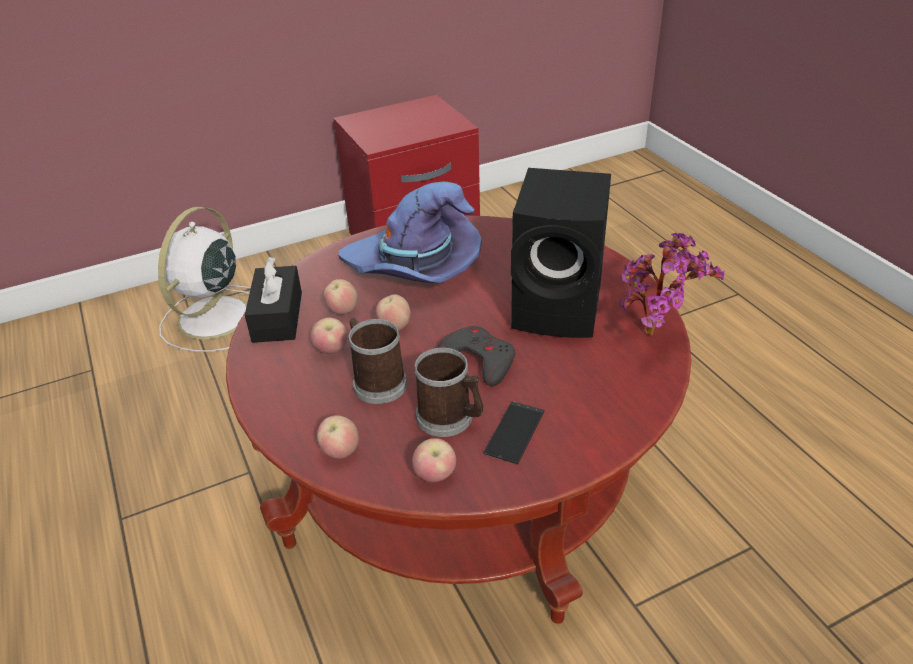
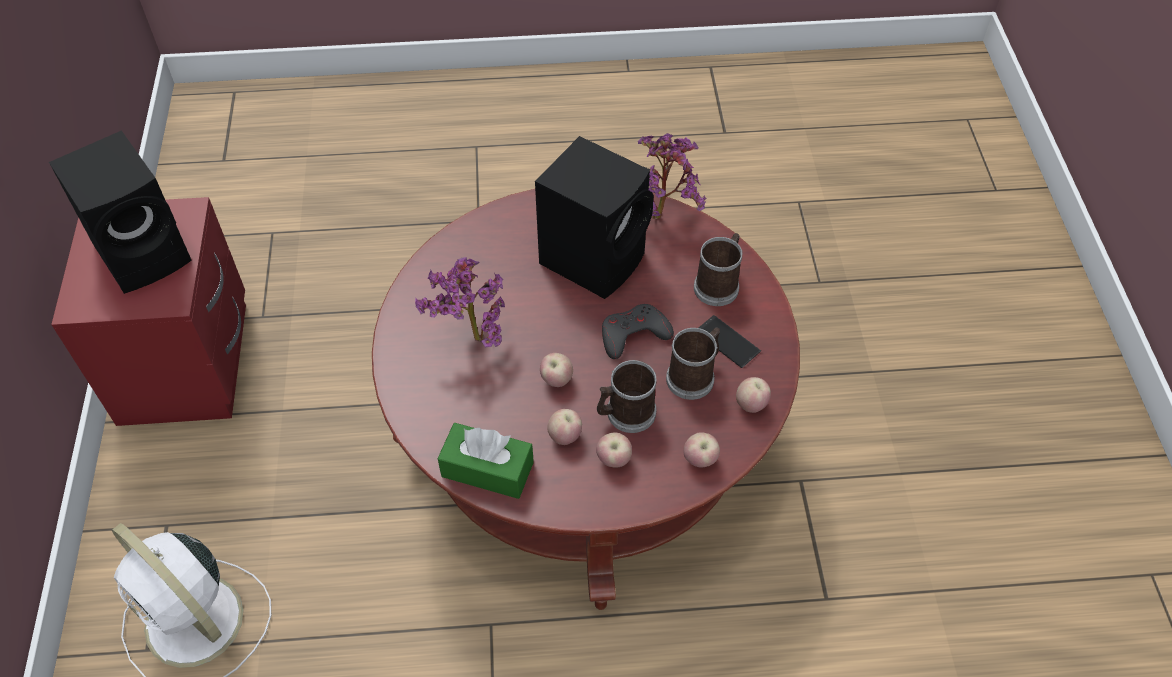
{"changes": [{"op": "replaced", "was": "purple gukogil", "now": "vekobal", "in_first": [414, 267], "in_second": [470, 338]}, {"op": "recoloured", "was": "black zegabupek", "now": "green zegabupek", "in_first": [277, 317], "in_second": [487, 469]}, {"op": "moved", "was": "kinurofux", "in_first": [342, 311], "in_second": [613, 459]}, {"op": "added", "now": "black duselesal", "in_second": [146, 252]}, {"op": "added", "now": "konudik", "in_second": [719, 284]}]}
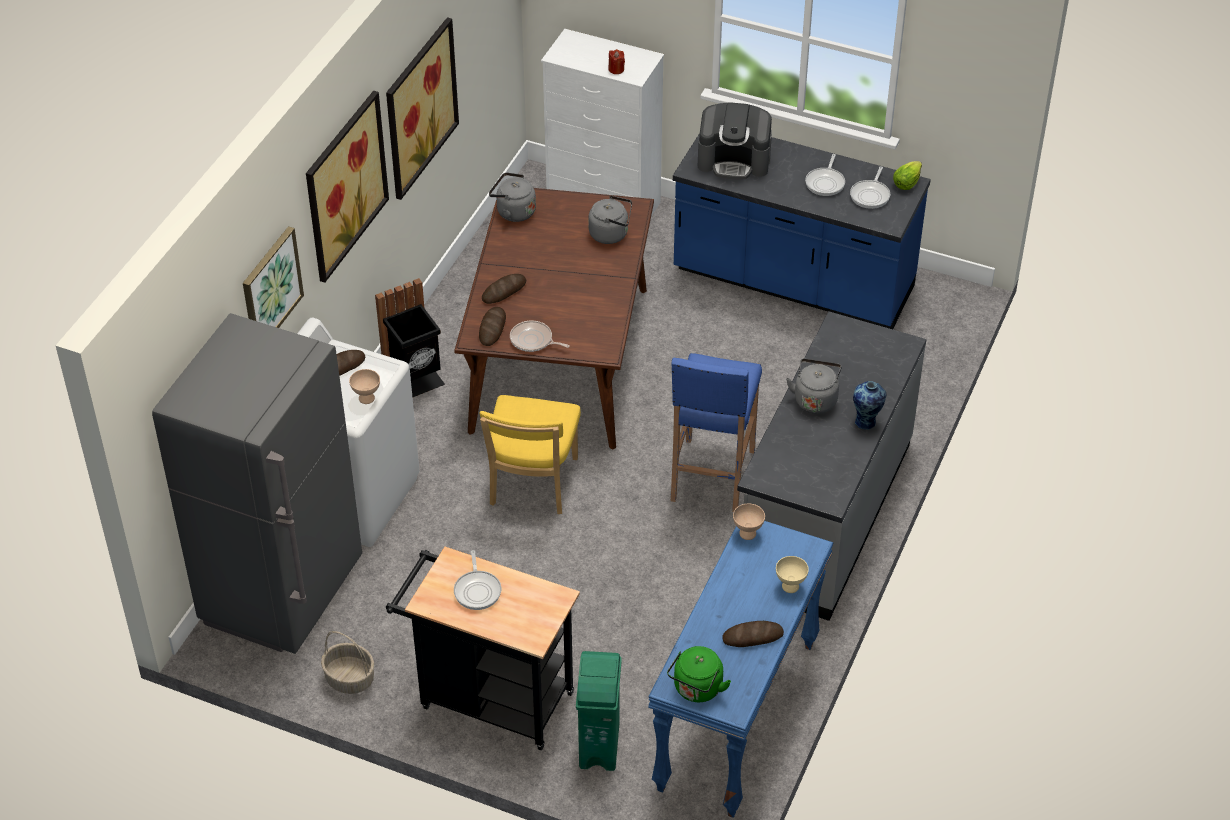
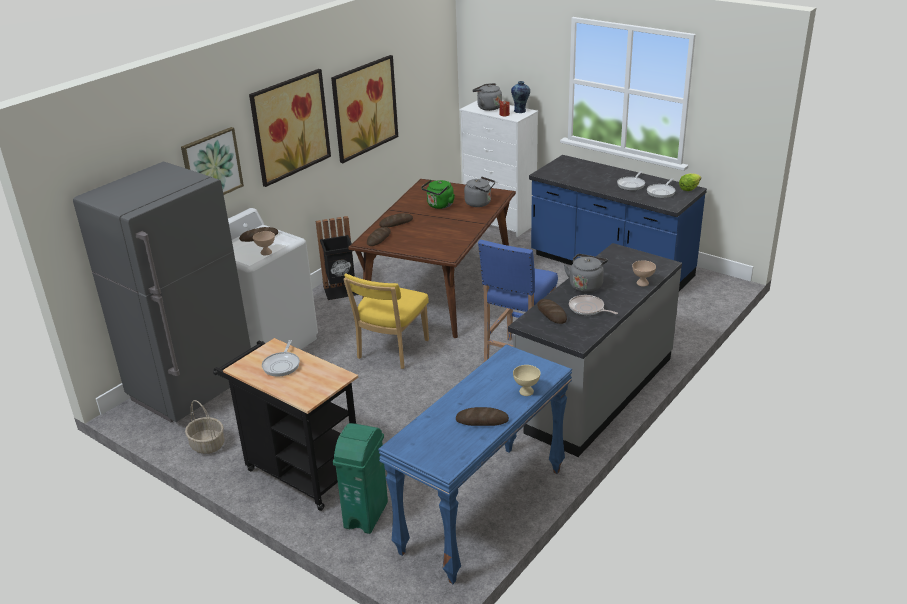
{"changes": [{"op": "removed", "was": "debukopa", "in_first": [734, 160]}, {"op": "moved", "was": "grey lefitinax", "in_first": [513, 212], "in_second": [487, 107]}, {"op": "moved", "was": "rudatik", "in_first": [533, 340], "in_second": [588, 309]}, {"op": "moved", "was": "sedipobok", "in_first": [866, 422], "in_second": [520, 111]}, {"op": "moved", "was": "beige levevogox", "in_first": [747, 533], "in_second": [642, 283]}, {"op": "moved", "was": "green lefitinax", "in_first": [697, 690], "in_second": [439, 205]}, {"op": "added", "now": "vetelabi", "in_second": [551, 313]}]}
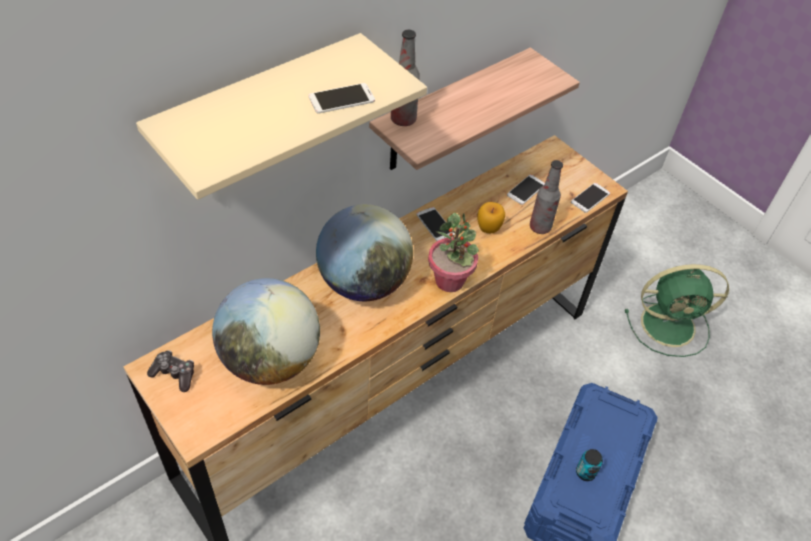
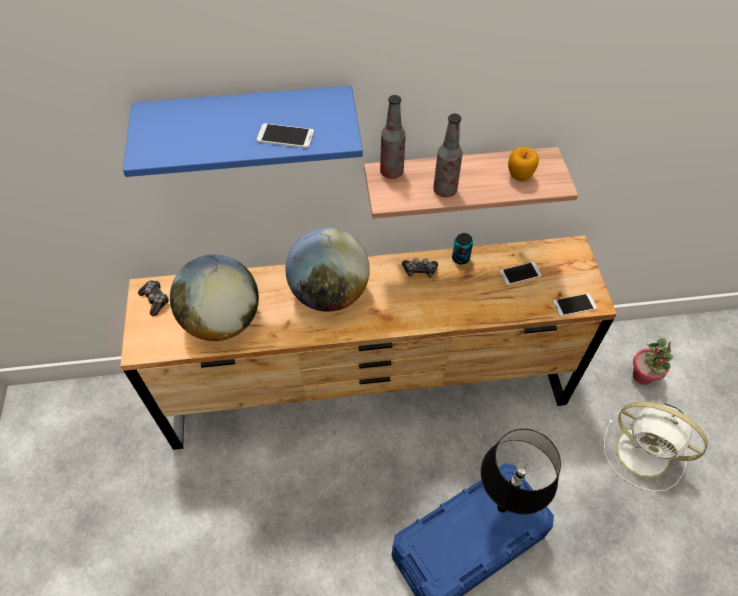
{"changes": [{"op": "recoloured", "was": "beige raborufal", "now": "blue raborufal", "in_first": [260, 112], "in_second": [248, 125]}, {"op": "moved", "was": "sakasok", "in_first": [540, 227], "in_second": [445, 190]}, {"op": "moved", "was": "kinurofux", "in_first": [488, 229], "in_second": [519, 177]}, {"op": "replaced", "was": "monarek", "now": "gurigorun", "in_first": [435, 224], "in_second": [419, 271]}, {"op": "moved", "was": "vekobal", "in_first": [450, 281], "in_second": [642, 376]}, {"op": "recoloured", "was": "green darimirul", "now": "white darimirul", "in_first": [670, 325], "in_second": [645, 453]}, {"op": "moved", "was": "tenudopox", "in_first": [585, 472], "in_second": [460, 258]}, {"op": "added", "now": "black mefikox", "in_second": [502, 508]}]}
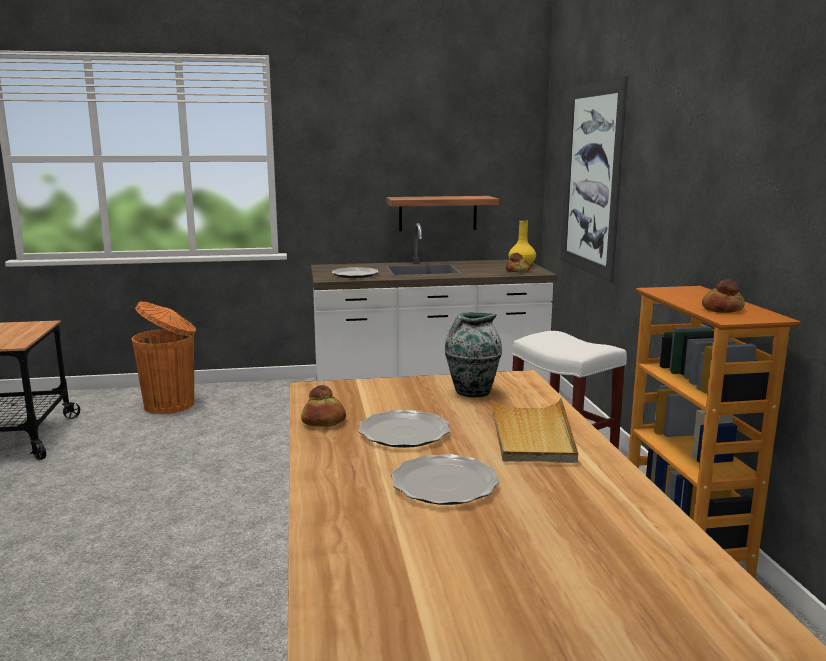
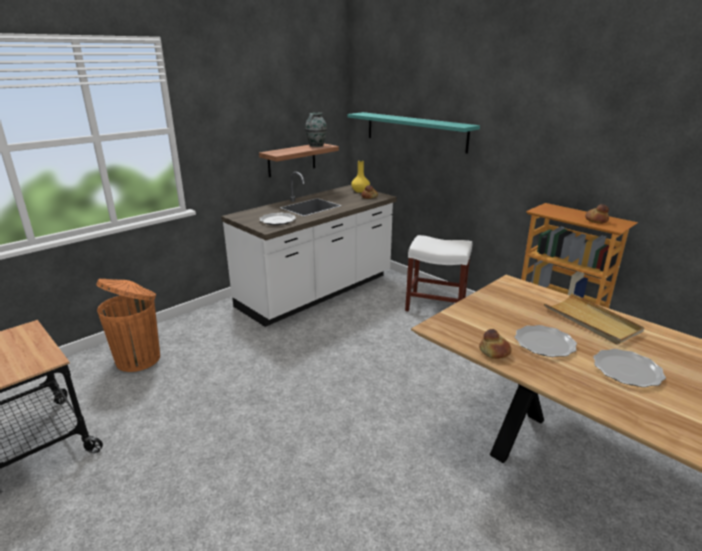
{"changes": [{"op": "replaced", "was": "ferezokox", "now": "turquoise raborufal", "in_first": [591, 179], "in_second": [415, 131]}, {"op": "moved", "was": "sedipobok", "in_first": [471, 392], "in_second": [316, 145]}]}
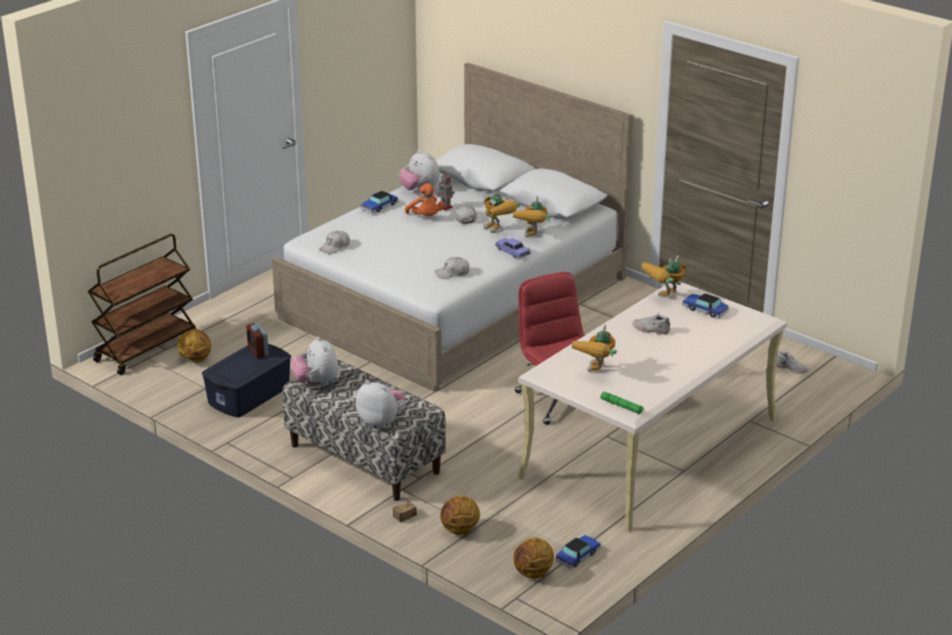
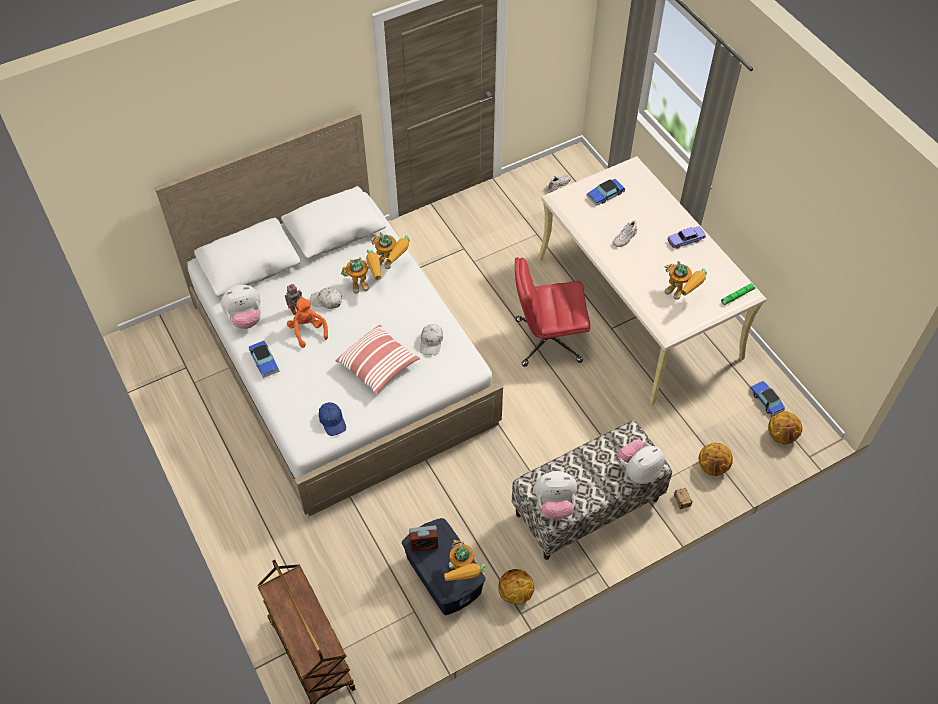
{"changes": [{"op": "turned", "was": "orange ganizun", "in_first": [425, 217], "in_second": [308, 330], "clockwise": -105}, {"op": "recoloured", "was": "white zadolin", "now": "blue zadolin", "in_first": [335, 247], "in_second": [332, 421]}, {"op": "moved", "was": "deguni", "in_first": [512, 252], "in_second": [685, 240]}, {"op": "moved", "was": "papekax", "in_first": [664, 298], "in_second": [462, 575]}, {"op": "moved", "was": "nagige", "in_first": [195, 359], "in_second": [515, 593]}, {"op": "added", "now": "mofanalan", "in_second": [379, 366]}]}
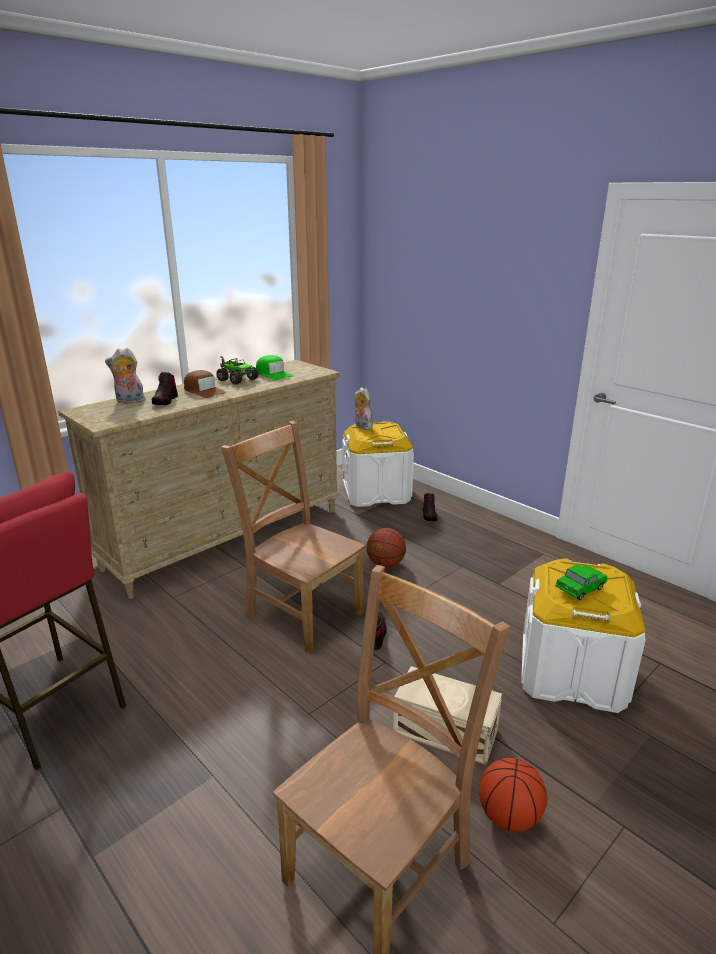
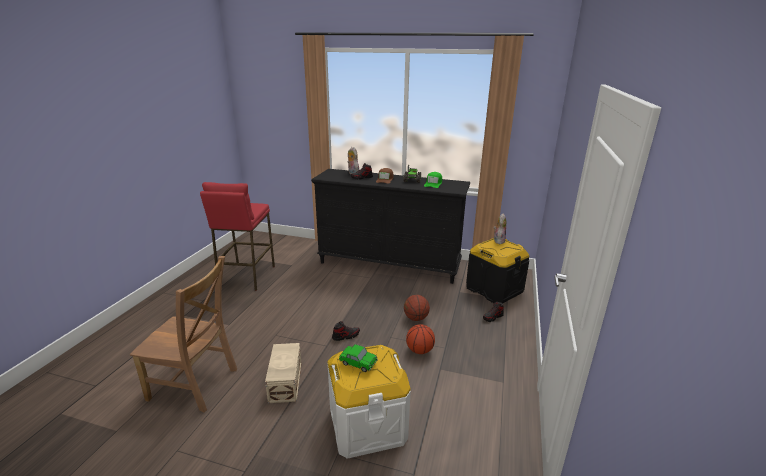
{"changes": [{"op": "recoloured", "was": "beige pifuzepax", "now": "black pifuzepax", "in_first": [228, 538], "in_second": [389, 265]}, {"op": "removed", "was": "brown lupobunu", "in_first": [301, 612]}, {"op": "recoloured", "was": "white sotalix", "now": "black sotalix", "in_first": [376, 493], "in_second": [494, 289]}, {"op": "moved", "was": "nagige", "in_first": [509, 816], "in_second": [420, 350]}]}
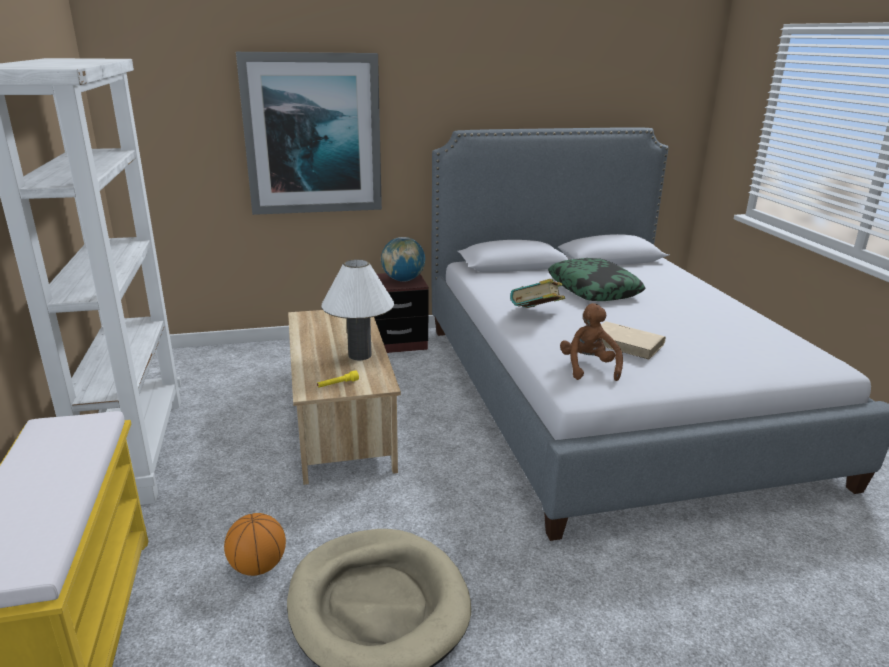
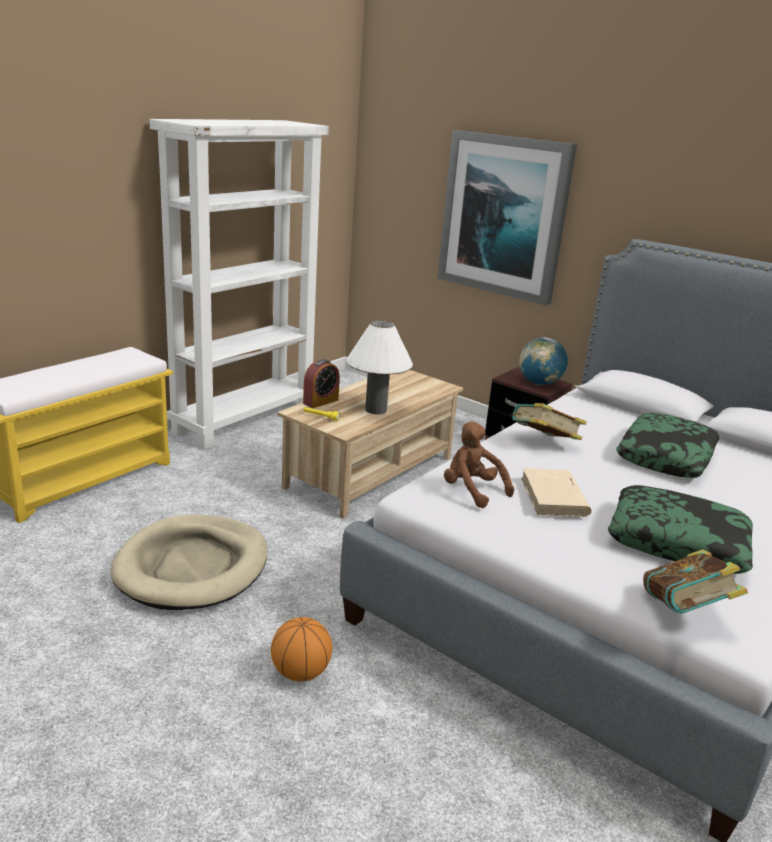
{"changes": [{"op": "turned", "was": "brown ganizun", "in_first": [588, 368], "in_second": [472, 491], "clockwise": -90}, {"op": "moved", "was": "nagige", "in_first": [258, 566], "in_second": [300, 672]}, {"op": "added", "now": "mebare", "in_second": [320, 401]}, {"op": "added", "now": "mofanalan", "in_second": [677, 541]}, {"op": "added", "now": "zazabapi", "in_second": [684, 611]}]}
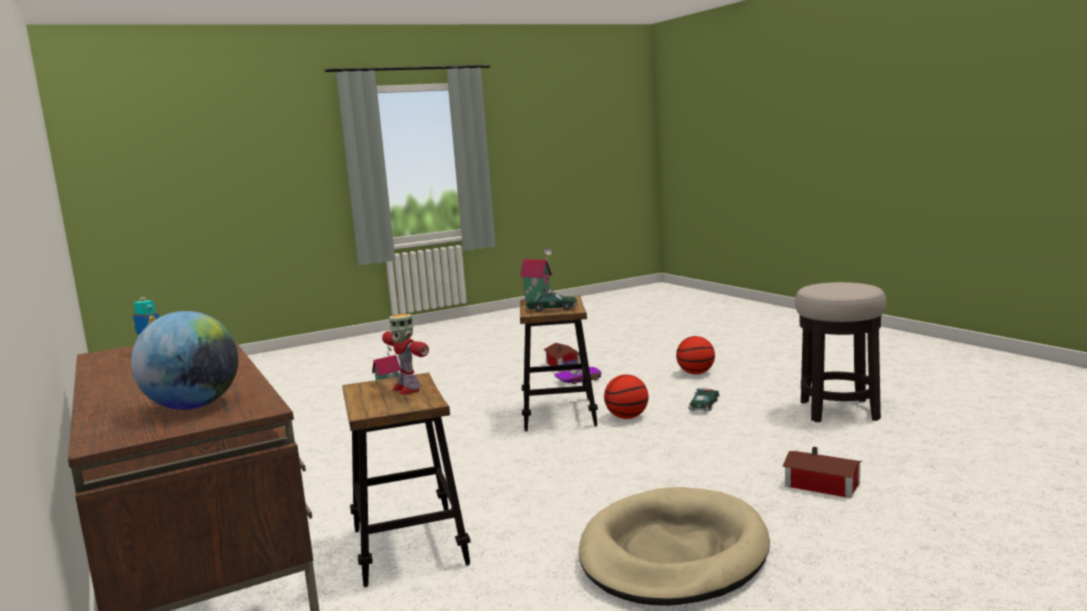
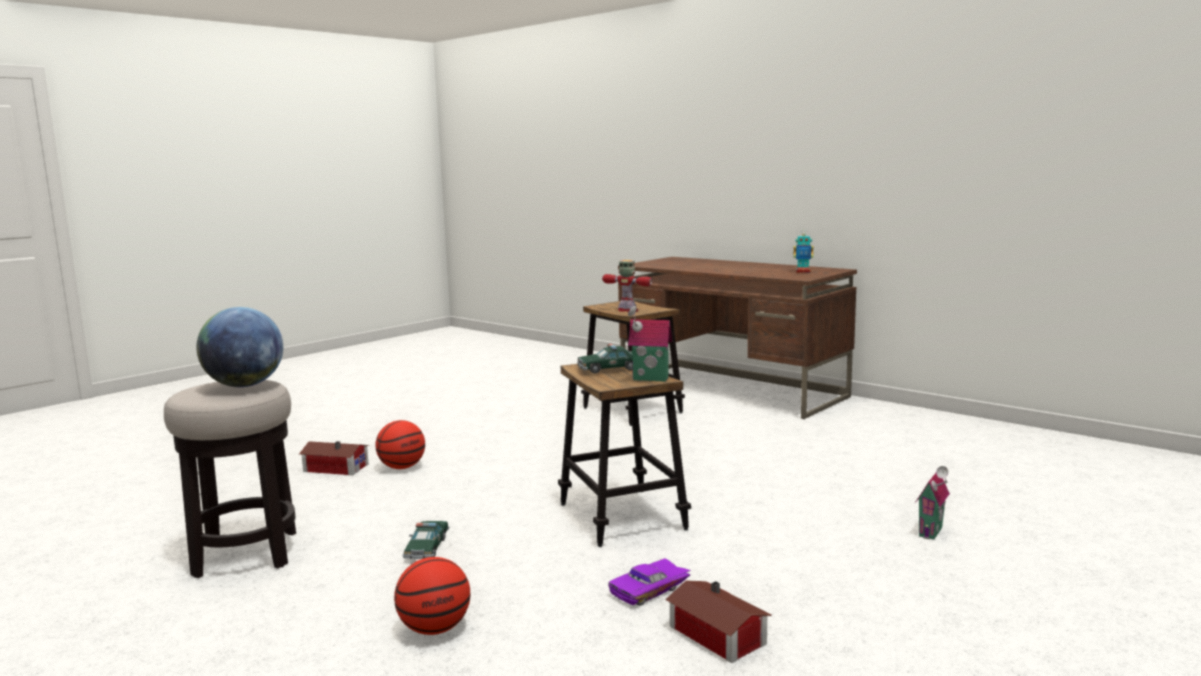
{"changes": [{"op": "moved", "was": "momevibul", "in_first": [193, 406], "in_second": [244, 385]}, {"op": "moved", "was": "nagige", "in_first": [627, 417], "in_second": [402, 467]}, {"op": "removed", "was": "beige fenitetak", "in_first": [673, 554]}]}
